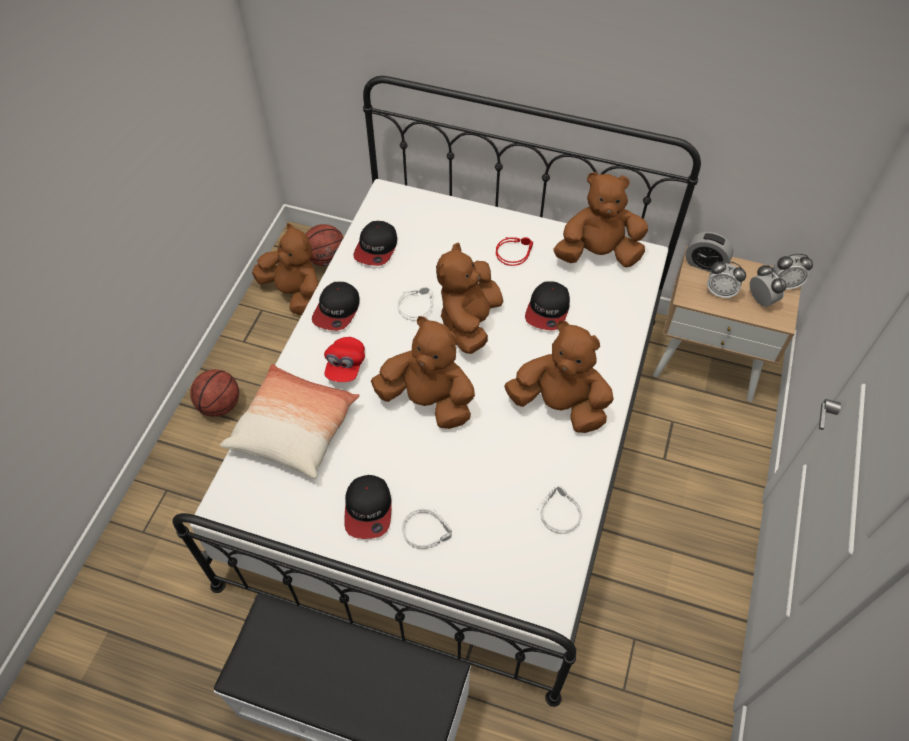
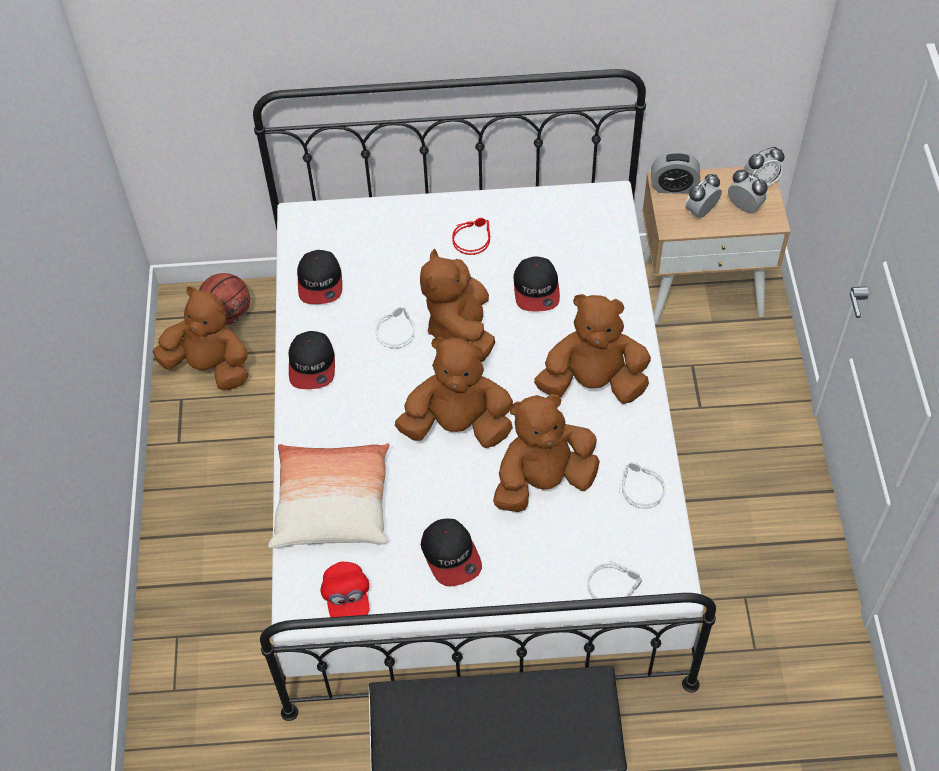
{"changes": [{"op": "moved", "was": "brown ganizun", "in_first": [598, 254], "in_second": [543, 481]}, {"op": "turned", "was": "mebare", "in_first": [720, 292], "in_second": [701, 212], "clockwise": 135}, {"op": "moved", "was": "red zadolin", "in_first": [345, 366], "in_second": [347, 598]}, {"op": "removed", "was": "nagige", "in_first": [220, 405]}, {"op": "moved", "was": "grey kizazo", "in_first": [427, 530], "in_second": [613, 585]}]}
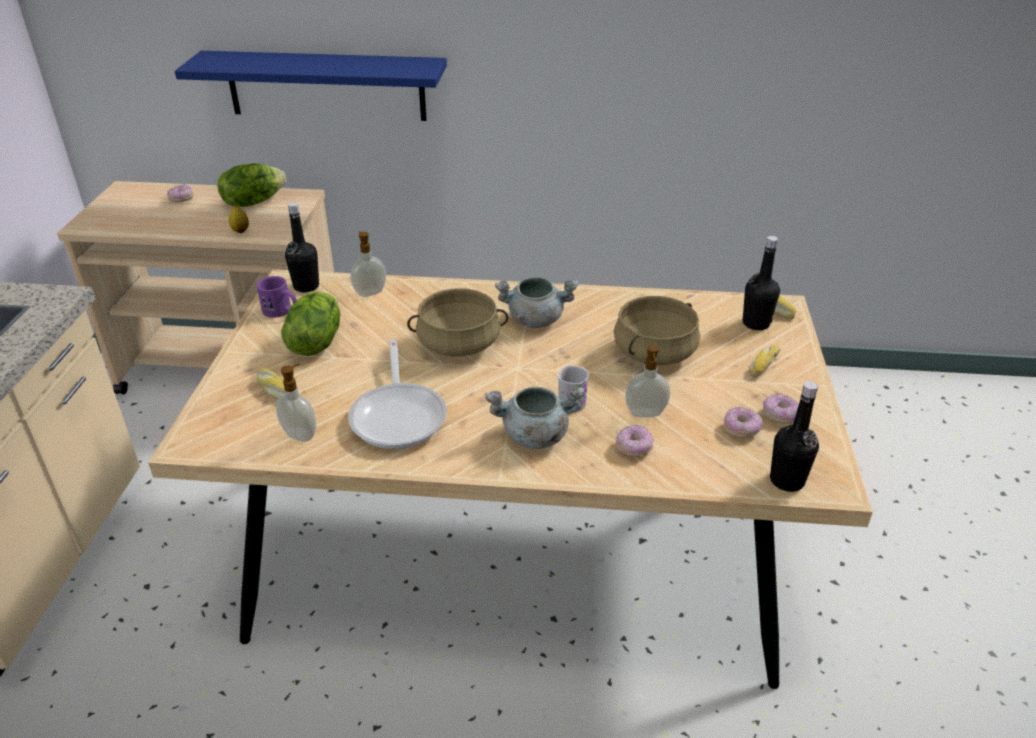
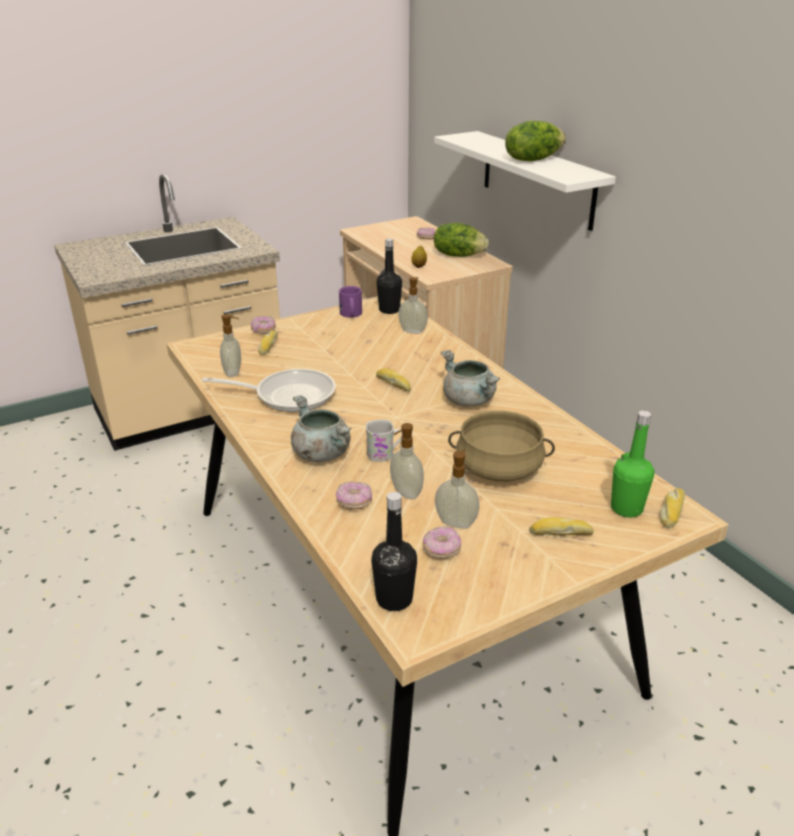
{"changes": [{"op": "recoloured", "was": "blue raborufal", "now": "white raborufal", "in_first": [326, 86], "in_second": [537, 179]}, {"op": "recoloured", "was": "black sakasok", "now": "green sakasok", "in_first": [756, 323], "in_second": [626, 508]}, {"op": "replaced", "was": "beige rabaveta", "now": "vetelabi", "in_first": [458, 345], "in_second": [394, 384]}, {"op": "moved", "was": "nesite", "in_first": [315, 342], "in_second": [532, 159]}, {"op": "turned", "was": "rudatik", "in_first": [399, 415], "in_second": [288, 395], "clockwise": -135}, {"op": "moved", "was": "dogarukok", "in_first": [779, 415], "in_second": [263, 330]}, {"op": "added", "now": "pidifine", "in_second": [456, 522]}]}
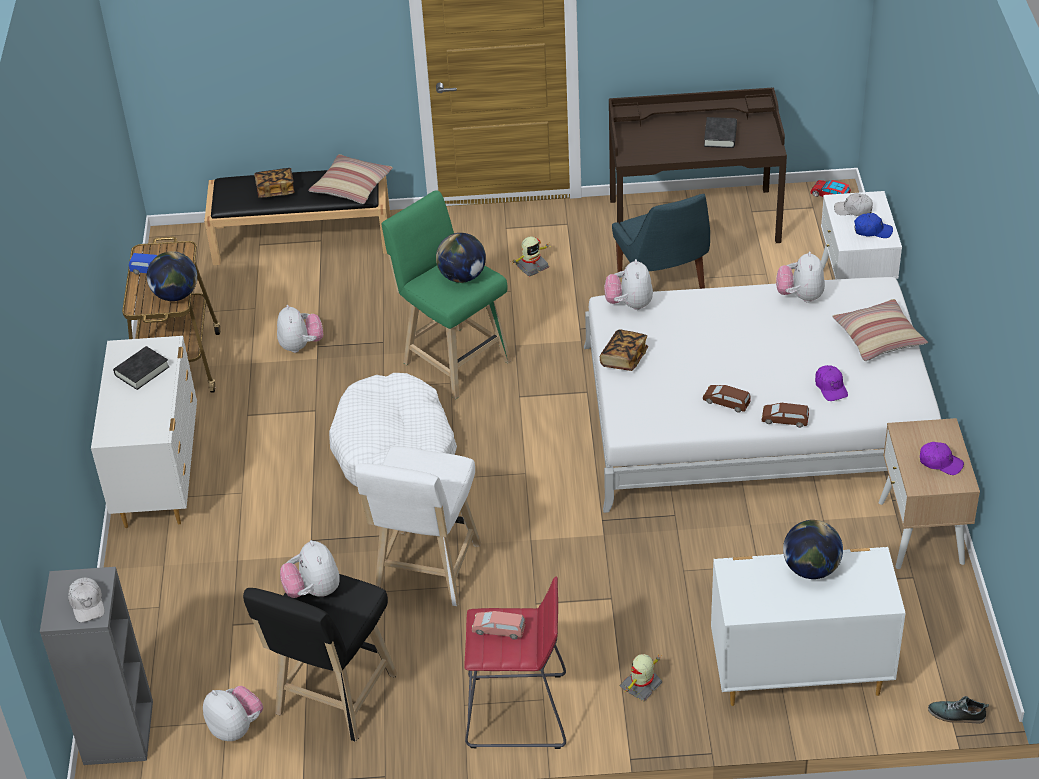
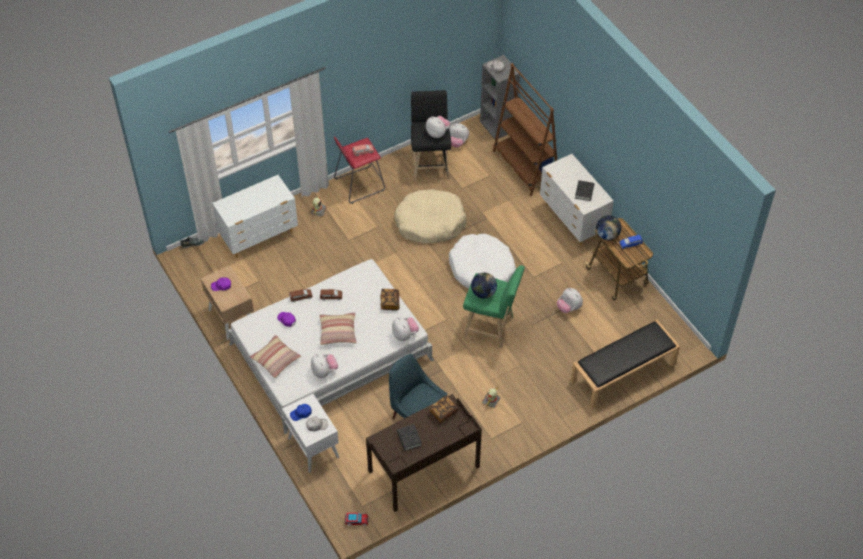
{"changes": [{"op": "moved", "was": "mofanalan", "in_first": [351, 187], "in_second": [338, 332]}, {"op": "moved", "was": "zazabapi", "in_first": [275, 190], "in_second": [443, 412]}, {"op": "replaced", "was": "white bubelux", "now": "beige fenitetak", "in_first": [426, 572], "in_second": [430, 223]}, {"op": "removed", "was": "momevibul", "in_first": [811, 569]}, {"op": "added", "now": "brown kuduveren", "in_second": [525, 166]}]}
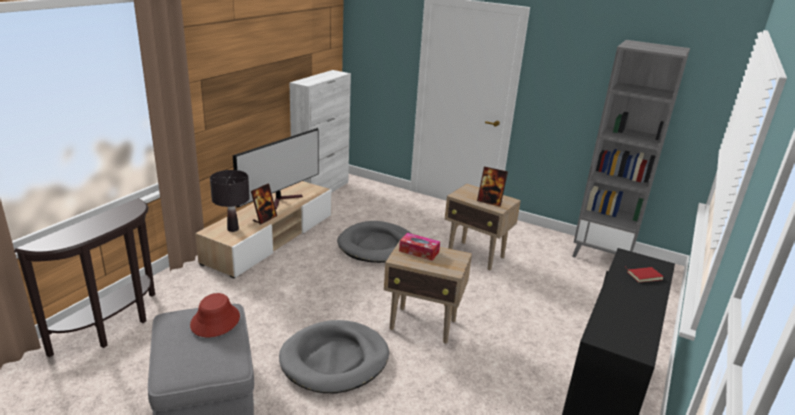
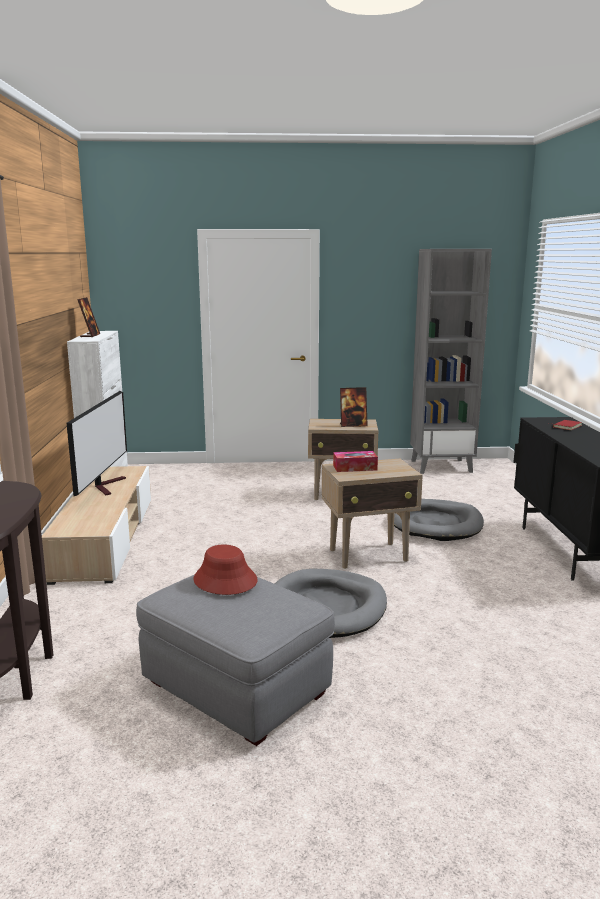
{"changes": [{"op": "removed", "was": "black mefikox", "in_first": [233, 229]}, {"op": "moved", "was": "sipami", "in_first": [264, 218], "in_second": [90, 336]}, {"op": "moved", "was": "grey fenitetak", "in_first": [376, 245], "in_second": [436, 524]}]}
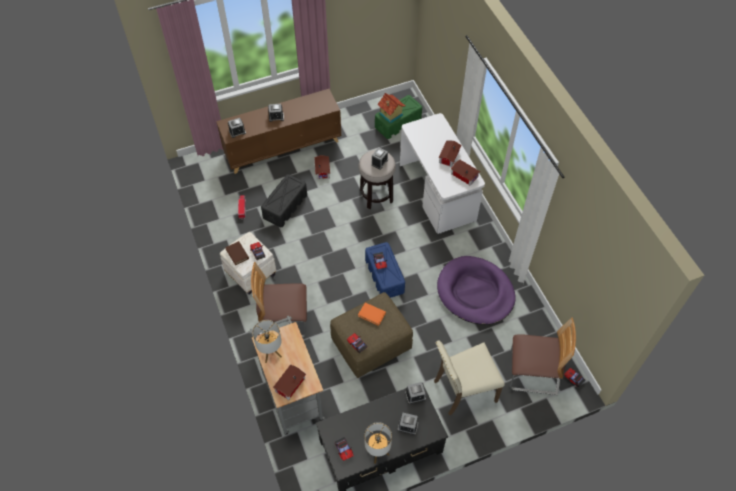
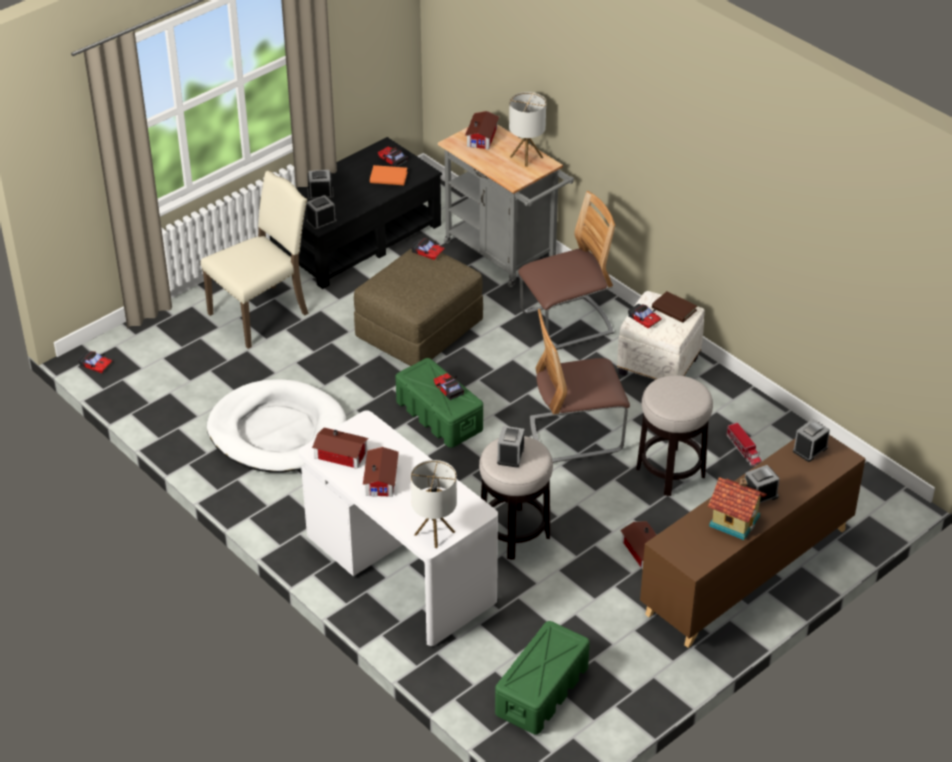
{"changes": [{"op": "moved", "was": "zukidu", "in_first": [390, 114], "in_second": [734, 520]}, {"op": "replaced", "was": "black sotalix", "now": "bubelux", "in_first": [285, 206], "in_second": [670, 471]}, {"op": "recoloured", "was": "blue sotalix", "now": "green sotalix", "in_first": [384, 275], "in_second": [439, 416]}, {"op": "recoloured", "was": "purple fenitetak", "now": "white fenitetak", "in_first": [475, 292], "in_second": [277, 431]}, {"op": "moved", "was": "orange zazabapi", "in_first": [372, 314], "in_second": [388, 177]}, {"op": "moved", "was": "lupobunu", "in_first": [533, 373], "in_second": [576, 435]}, {"op": "moved", "was": "mefikox", "in_first": [377, 452], "in_second": [434, 533]}]}
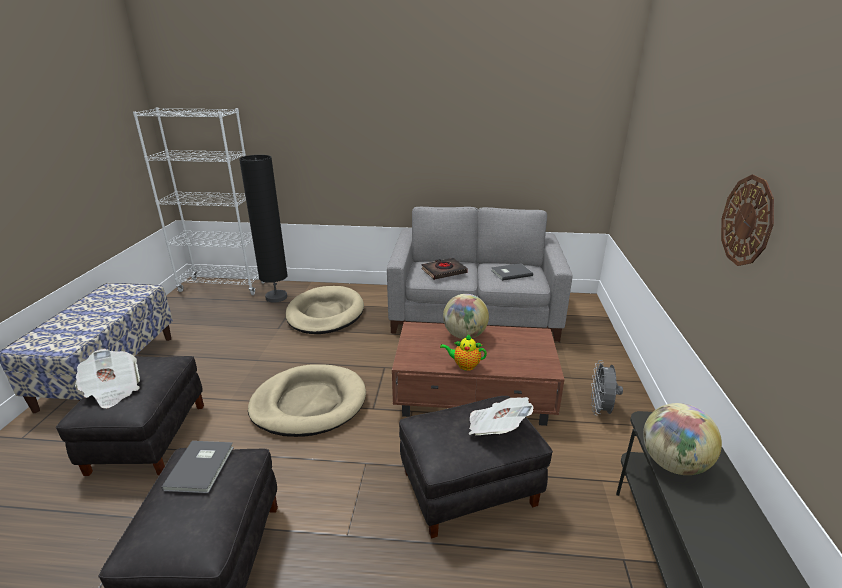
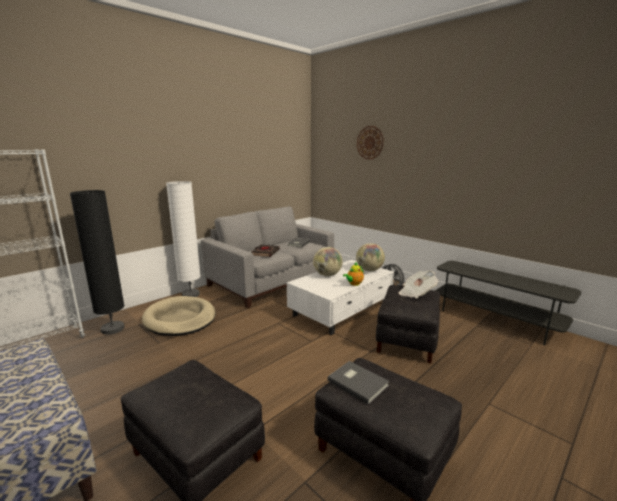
{"changes": [{"op": "moved", "was": "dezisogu", "in_first": [747, 221], "in_second": [370, 142]}, {"op": "recoloured", "was": "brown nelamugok", "now": "white nelamugok", "in_first": [475, 395], "in_second": [342, 310]}, {"op": "removed", "was": "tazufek", "in_first": [113, 390]}, {"op": "removed", "was": "beige fenitetak", "in_first": [309, 403]}, {"op": "moved", "was": "momevibul", "in_first": [672, 463], "in_second": [369, 270]}, {"op": "added", "now": "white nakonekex", "in_second": [191, 295]}]}
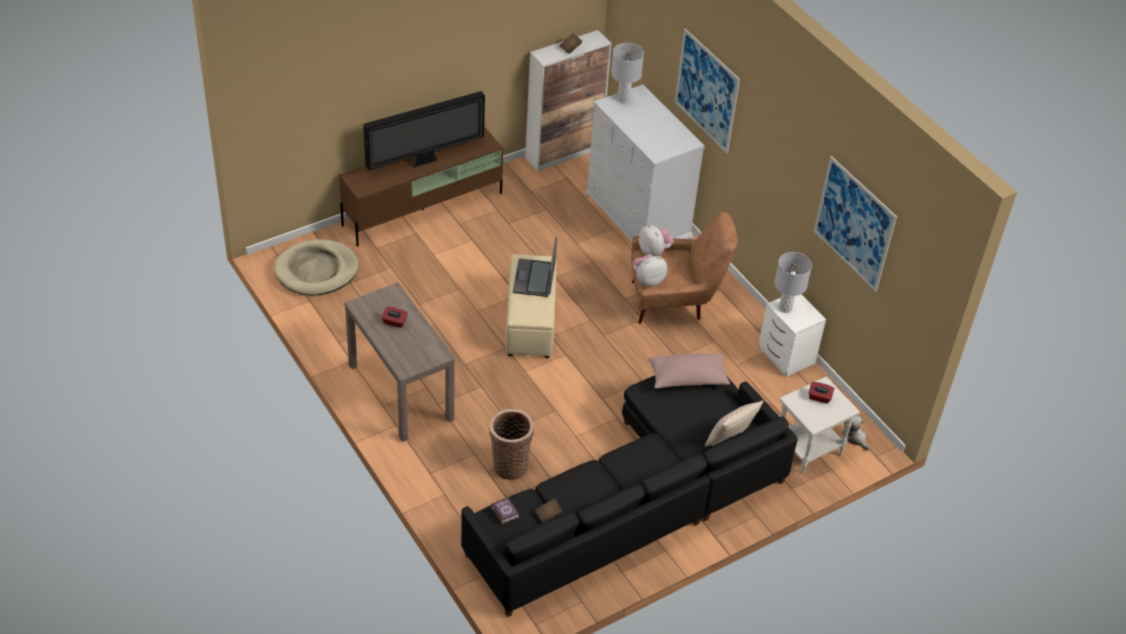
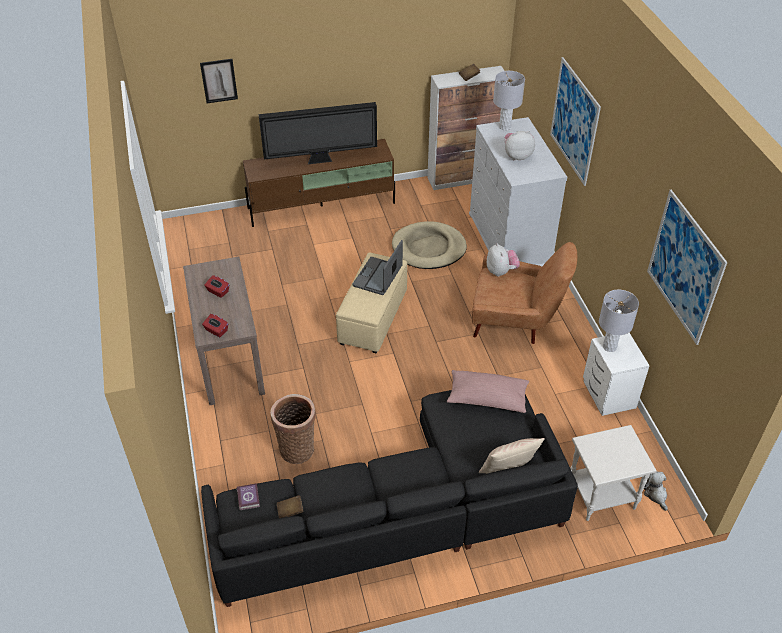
{"changes": [{"op": "moved", "was": "beige fenitetak", "in_first": [317, 271], "in_second": [429, 248]}, {"op": "moved", "was": "ganizun", "in_first": [648, 280], "in_second": [517, 156]}, {"op": "moved", "was": "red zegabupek", "in_first": [819, 398], "in_second": [216, 331]}, {"op": "added", "now": "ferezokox", "in_second": [219, 81]}]}
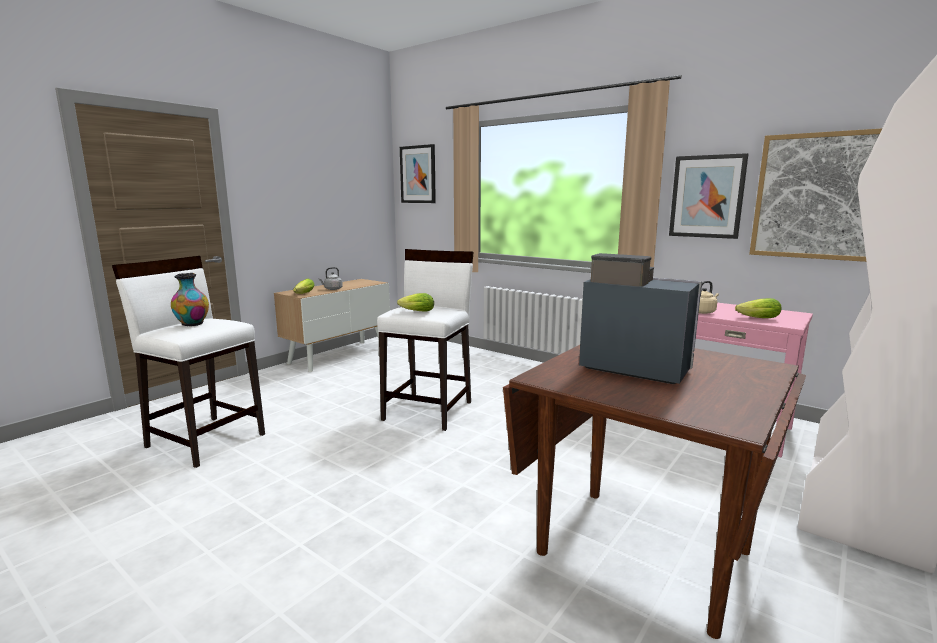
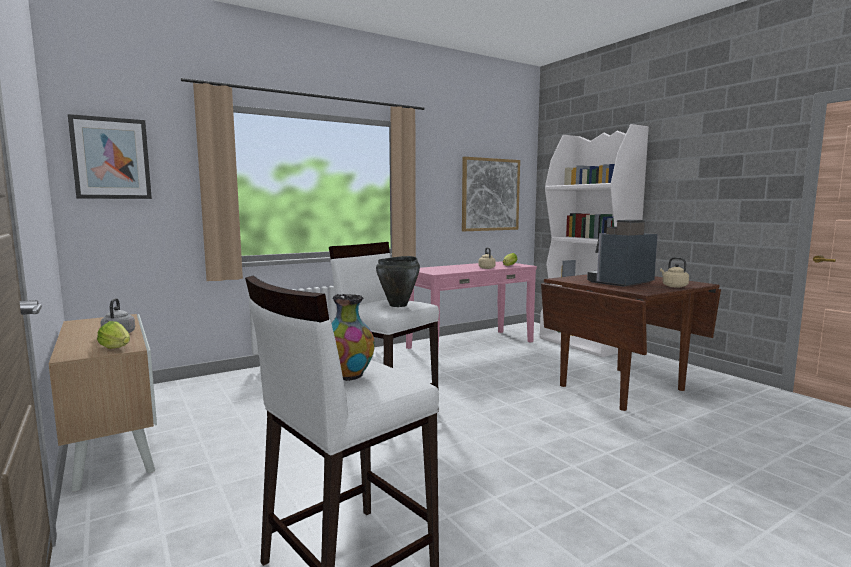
{"changes": [{"op": "removed", "was": "ferezokox", "in_first": [707, 196]}, {"op": "replaced", "was": "nesite", "now": "black rabaveta", "in_first": [415, 311], "in_second": [398, 305]}, {"op": "added", "now": "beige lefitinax", "in_second": [673, 286]}]}
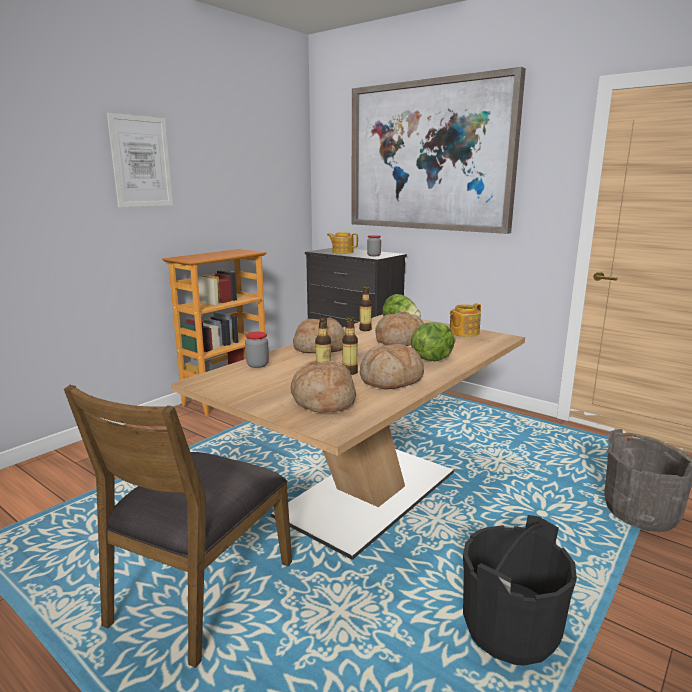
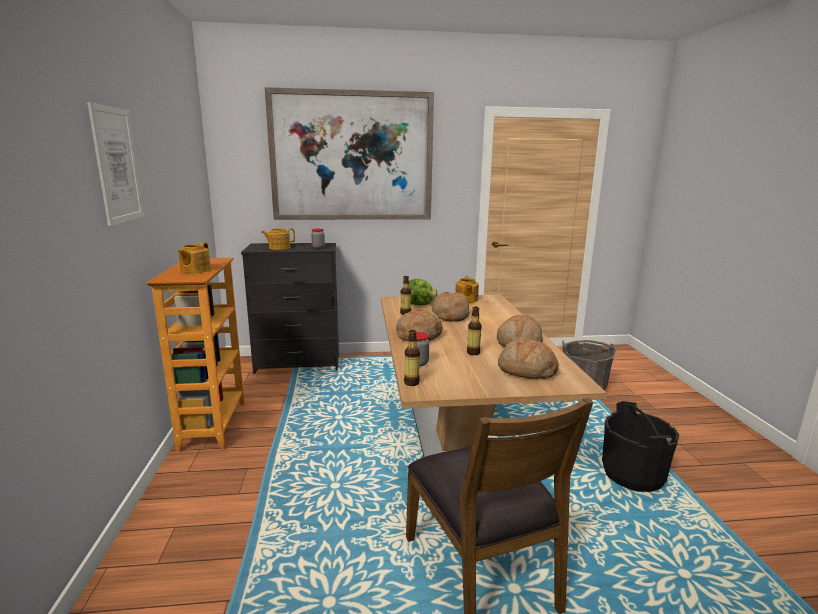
{"changes": [{"op": "moved", "was": "sakasok", "in_first": [349, 372], "in_second": [411, 383]}, {"op": "removed", "was": "nesite", "in_first": [432, 359]}, {"op": "added", "now": "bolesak", "in_second": [195, 270]}]}
